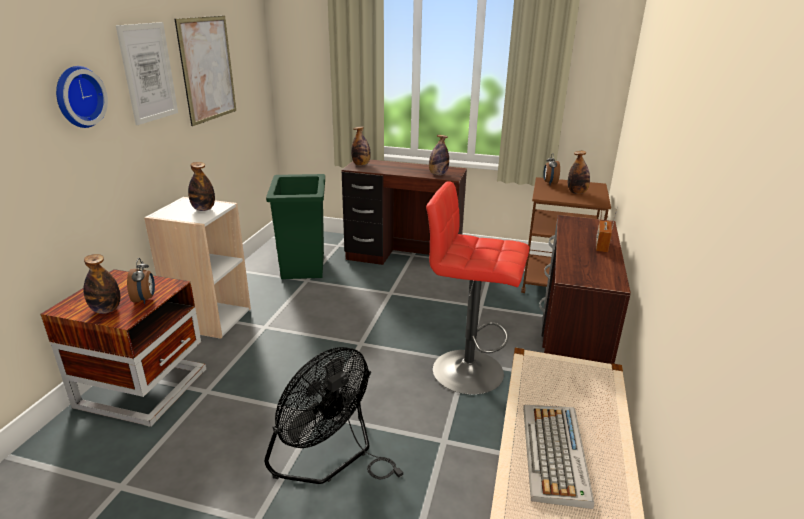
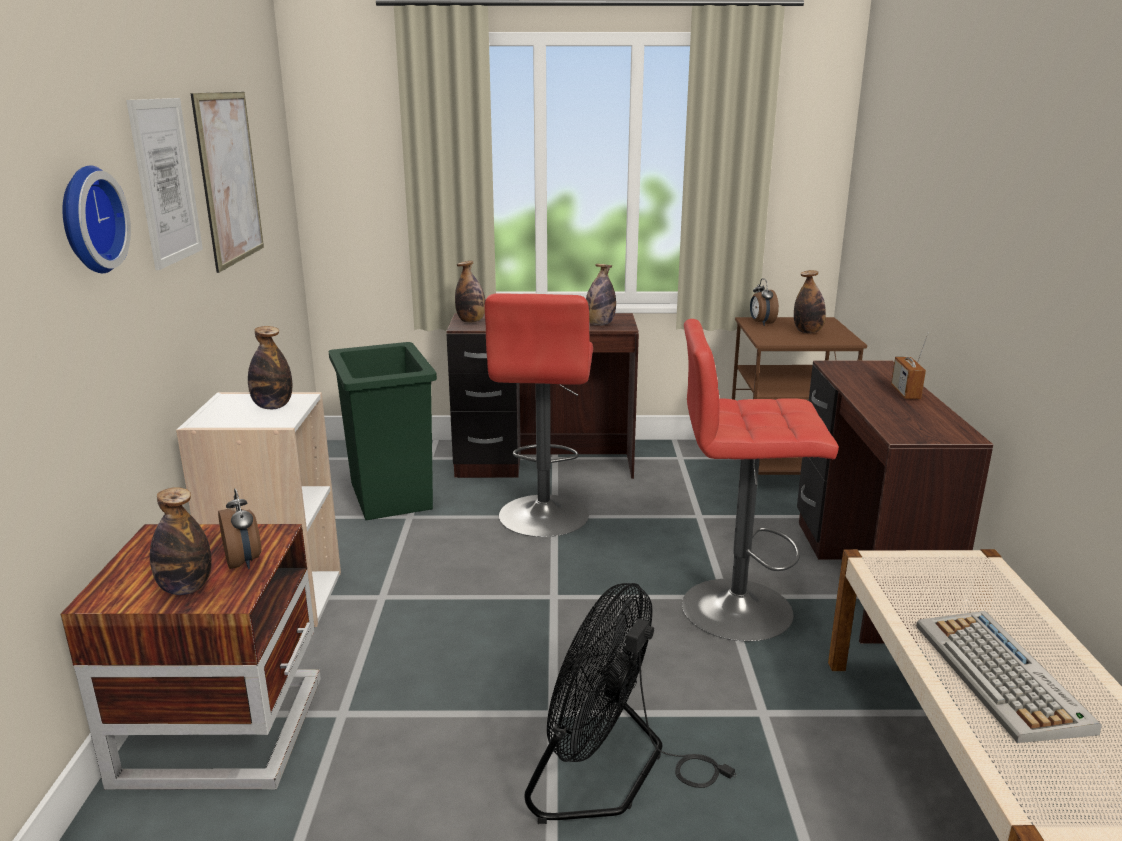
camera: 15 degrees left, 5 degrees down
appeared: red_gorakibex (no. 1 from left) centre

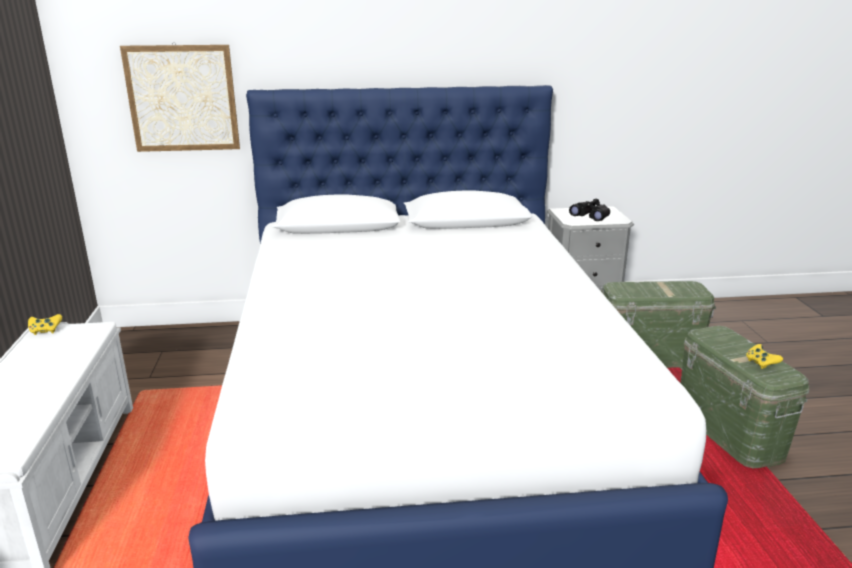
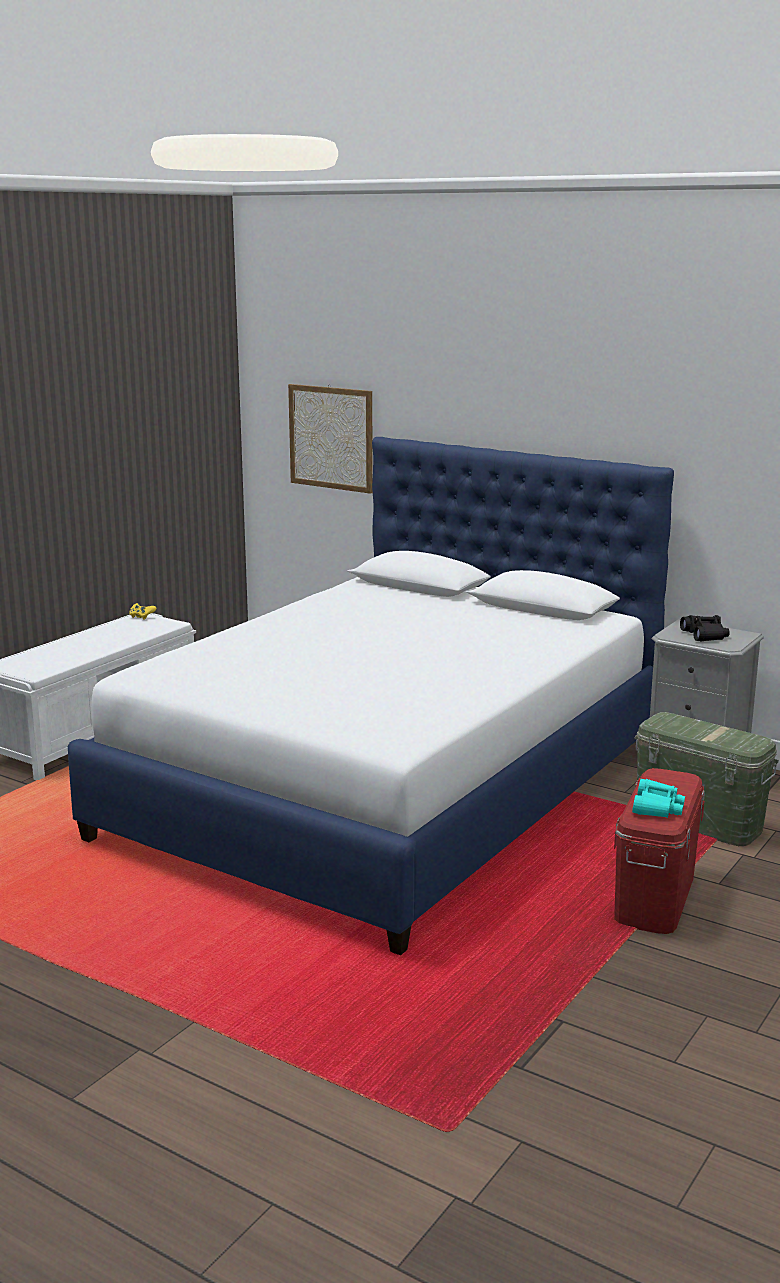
camera: 40 degrees right, 5 degrees down
exchanged: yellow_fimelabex (no. 2 from left) middle right to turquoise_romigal middle right
colour: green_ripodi (no. 2 from left) bottom right to red_ripodi middle right

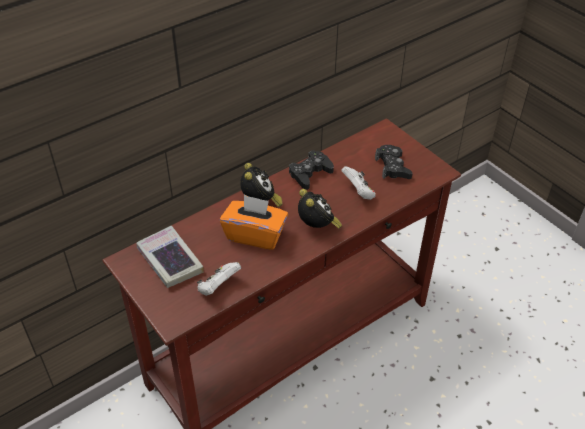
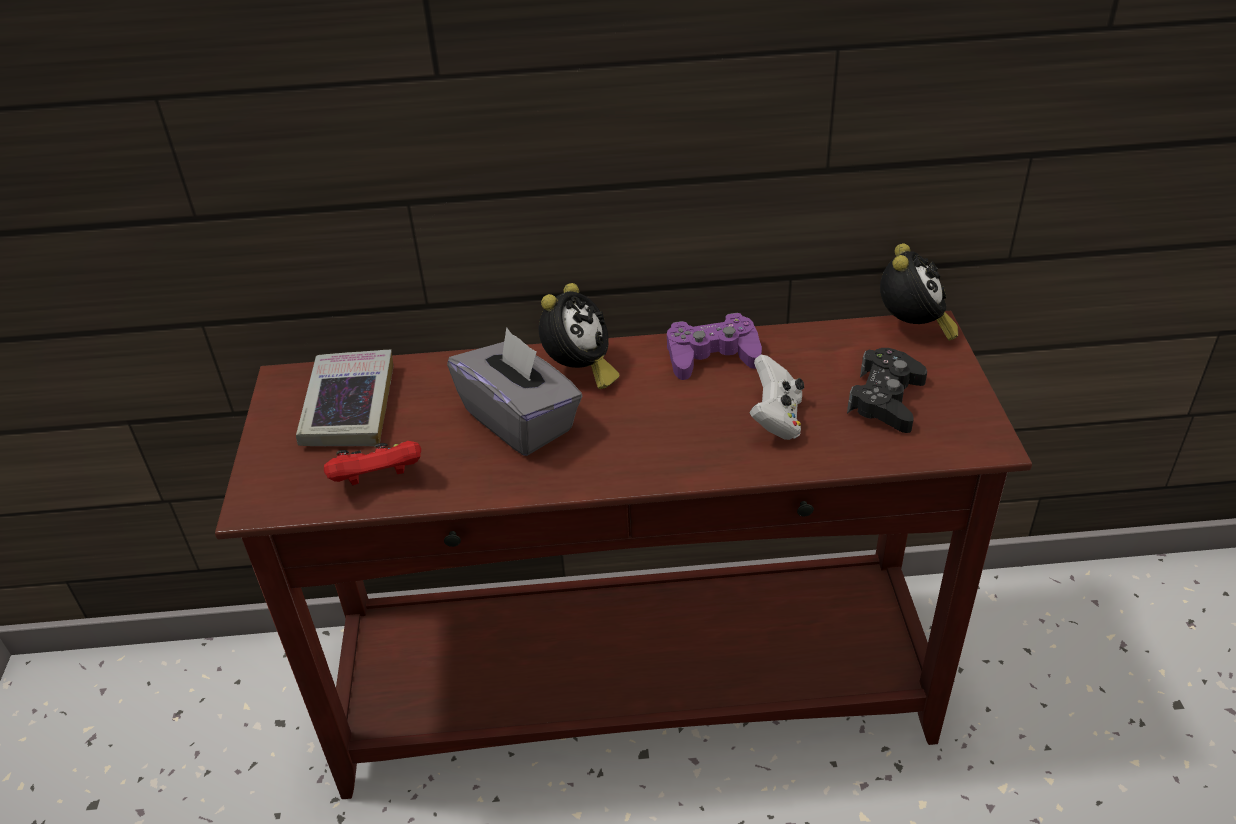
camera: 35 degrees right, 5 degrees down
relocated: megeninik (no. 2 from left) centre to middle right
colour: white_fimelabex (no. 1 from left) centre to red_fimelabex middle left; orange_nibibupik centre to grey_nibibupik centre; black_fimelabex (no. 1 from left) centre to purple_fimelabex centre

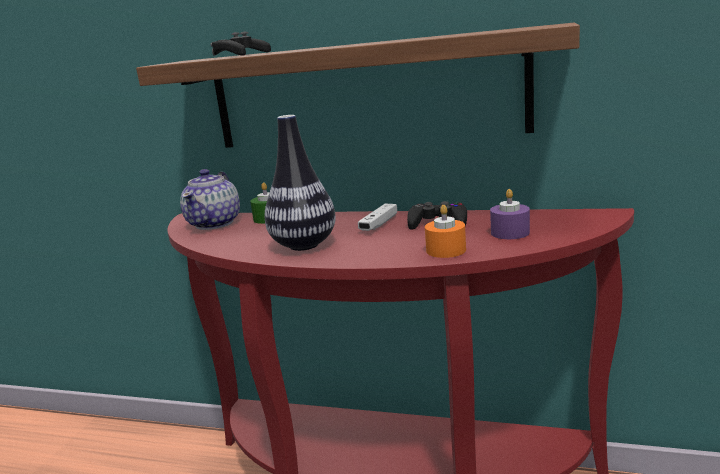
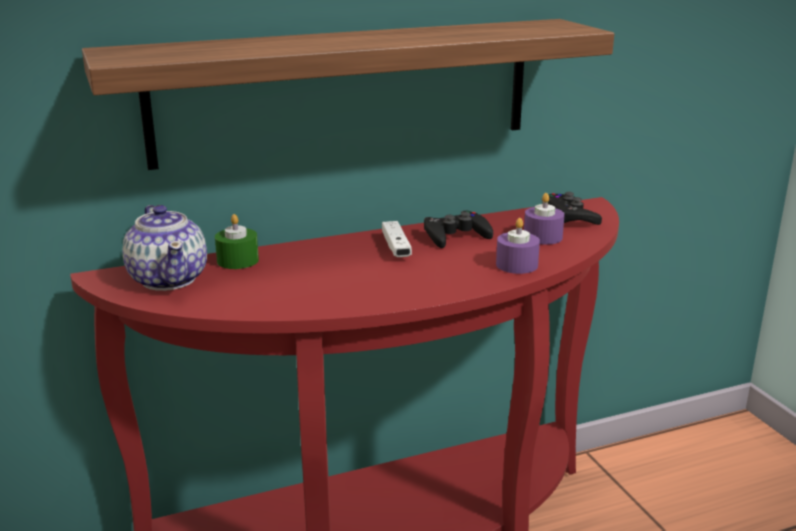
camera: 40 degrees left, 5 degrees up
missing: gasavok centre
relocated: black_fimelabex (no. 1 from left in the first image) top centre to black_fimelabex (no. 2 from left) middle right
colour: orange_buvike centre to purple_buvike (no. 1 from left) centre

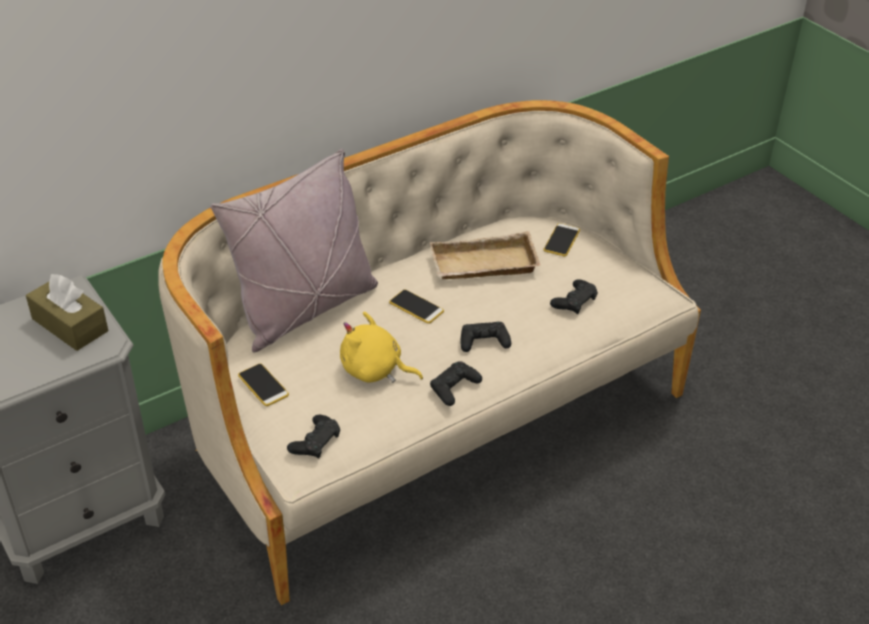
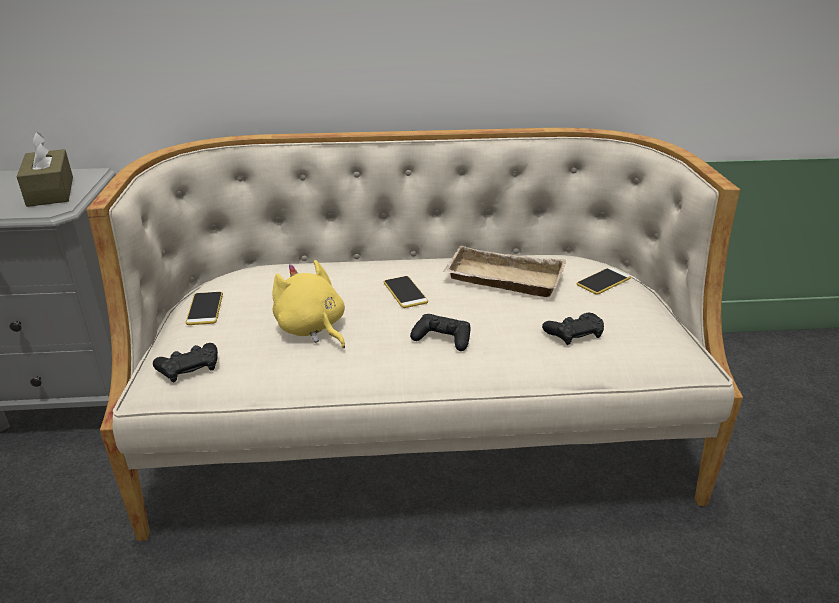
camera: 30 degrees right, 10 degrees down
missing: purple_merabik centre; black_fimelabex (no. 2 from left) centre

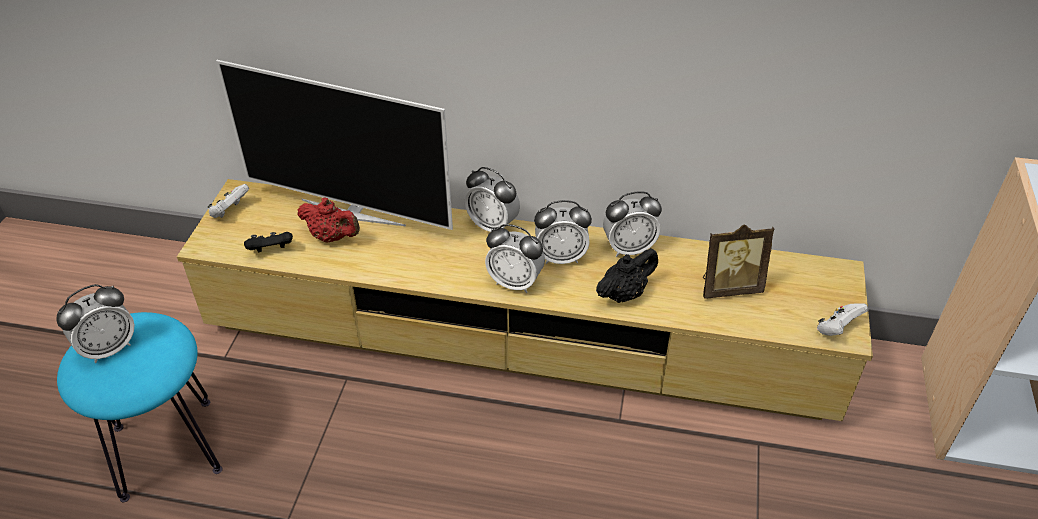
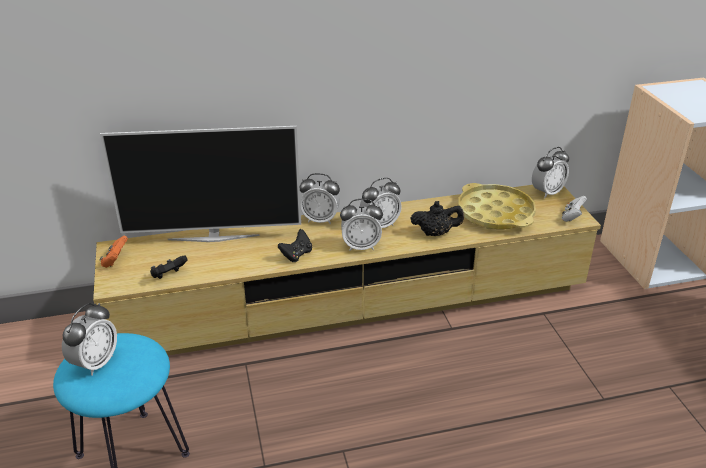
camera: 25 degrees left, 10 degrees down
missing: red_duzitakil middle left
appeared: black_fimelabex (no. 2 from left) centre
relocated: megeninik (no. 5 from left) centre to middle right
exchanged: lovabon middle right to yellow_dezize middle right
colour: white_fimelabex (no. 1 from left) middle left to orange_fimelabex middle left
spun: black_duzitakil centre = centre 60 degrees clockwise

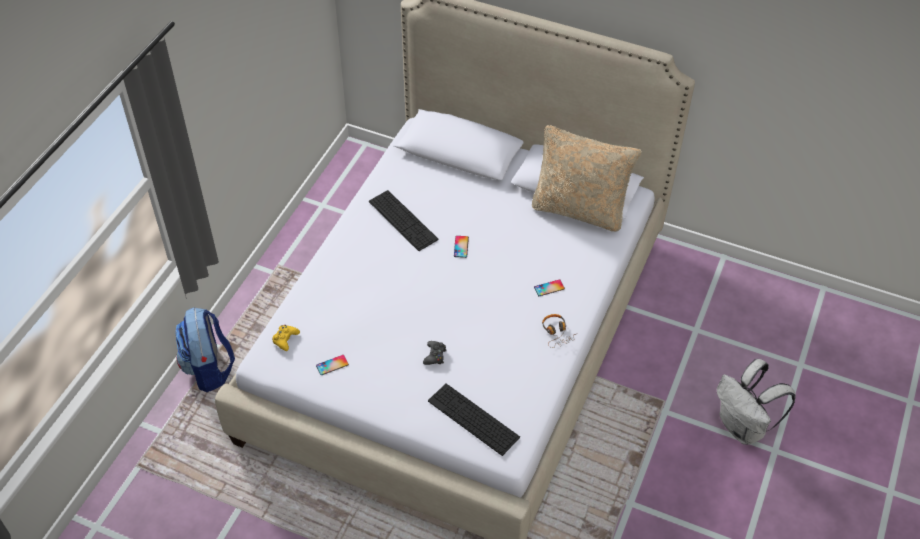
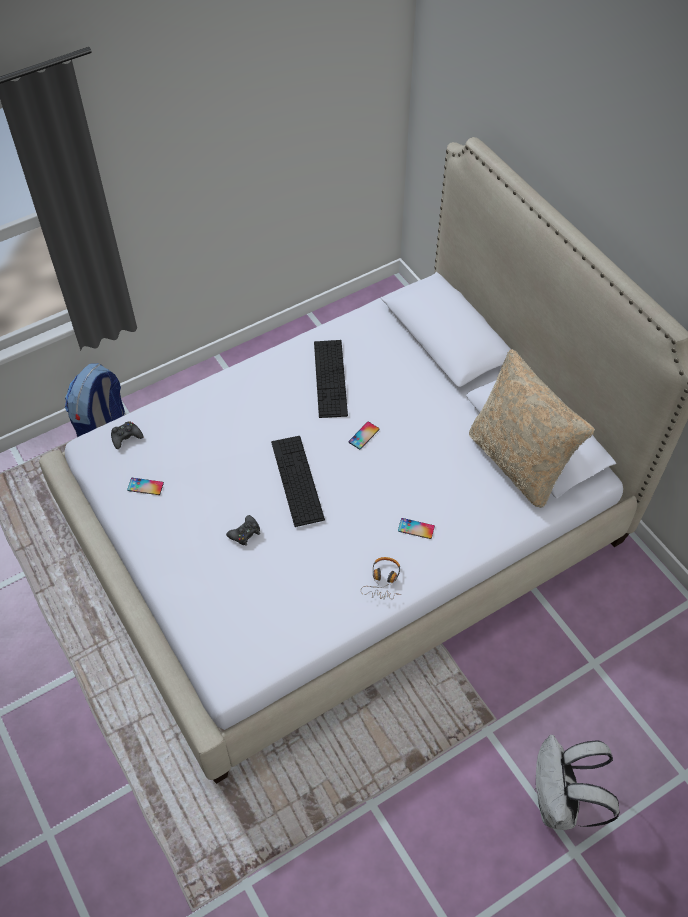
camera: 35 degrees right, 5 degrees up
relocated: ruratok (no. 2 from left in the first image) bottom centre to ruratok (no. 1 from left) centre
colour: yellow_fimelabex middle left to black_fimelabex (no. 1 from left) middle left

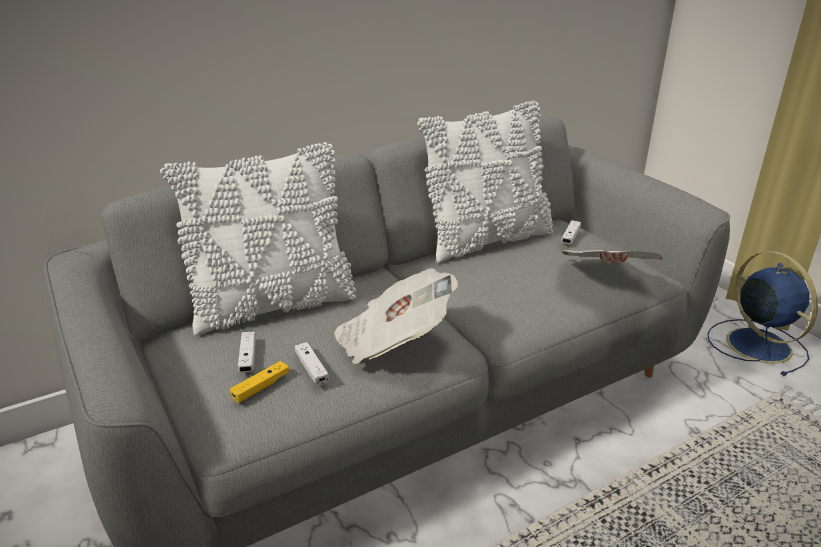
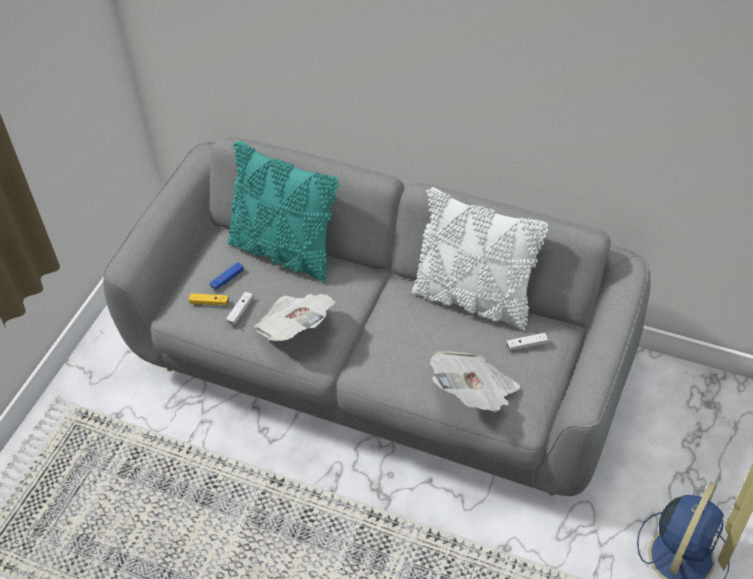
camera: 55 degrees right, 20 degrees up
colour: white_merabik (no. 1 from left) middle left to turquoise_merabik centre; white_fimelabex (no. 1 from left) middle left to blue_fimelabex middle left

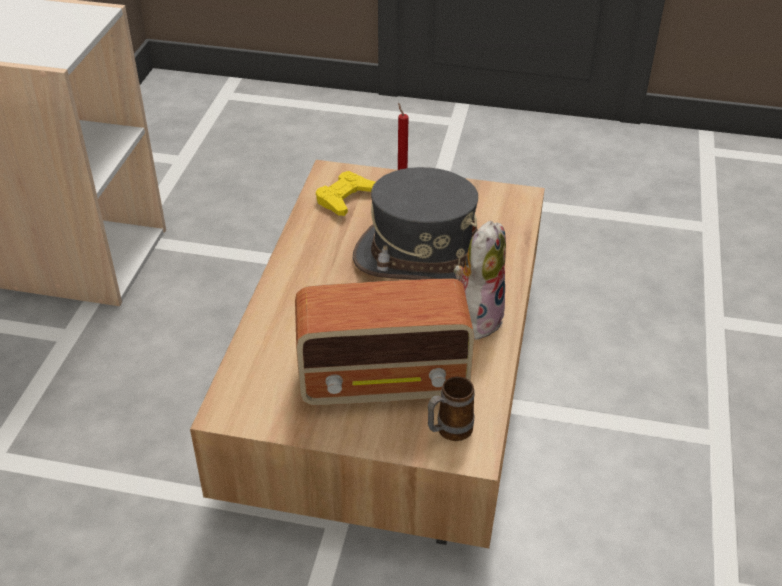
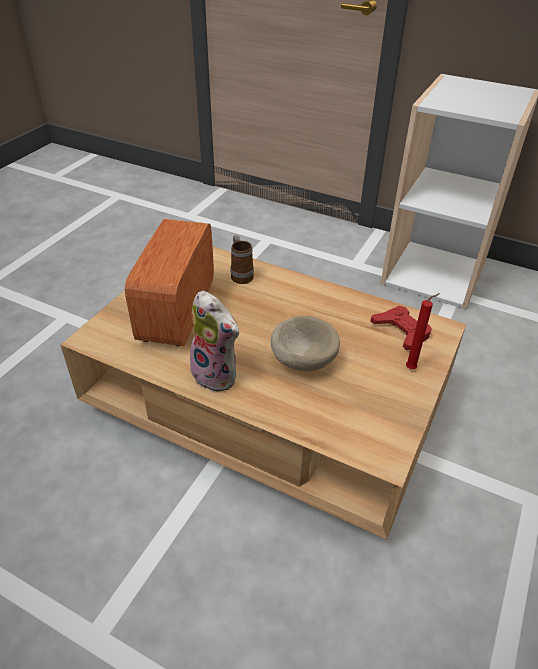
camera: 105 degrees right, 0 degrees up
relocated: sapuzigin bottom centre to centre
exchanged: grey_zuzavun centre to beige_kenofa centre
colour: yellow_fimelabex top centre to red_fimelabex middle right

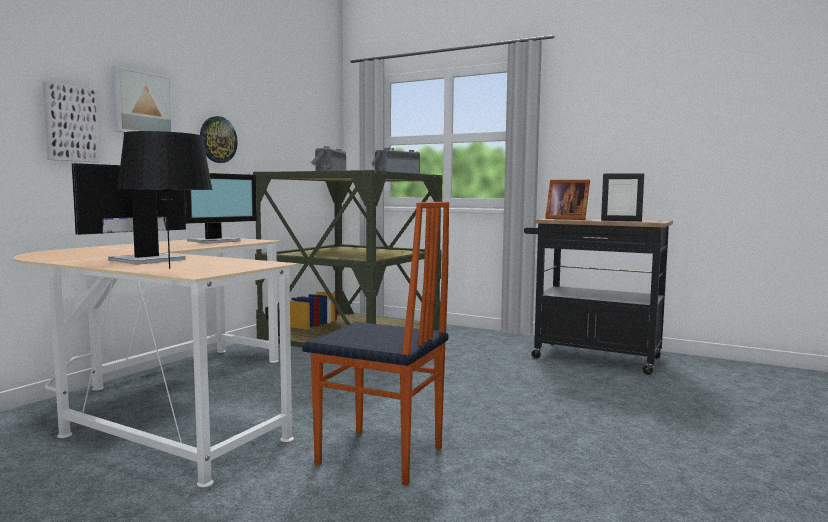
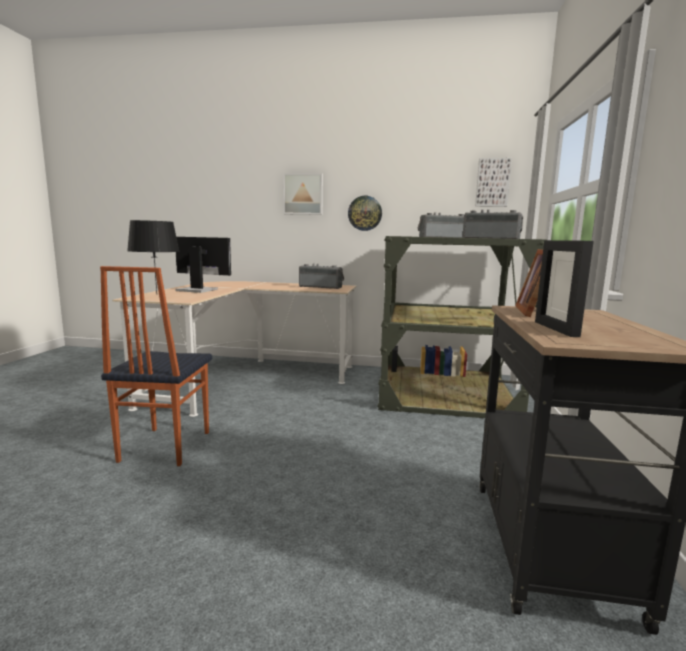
camera: 70 degrees right, 5 degrees up
relocated: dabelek (no. 1 from left in the first image) top left to dabelek (no. 2 from left) top right
exchanged: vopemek (no. 2 from left) middle left to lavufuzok (no. 1 from left) centre

